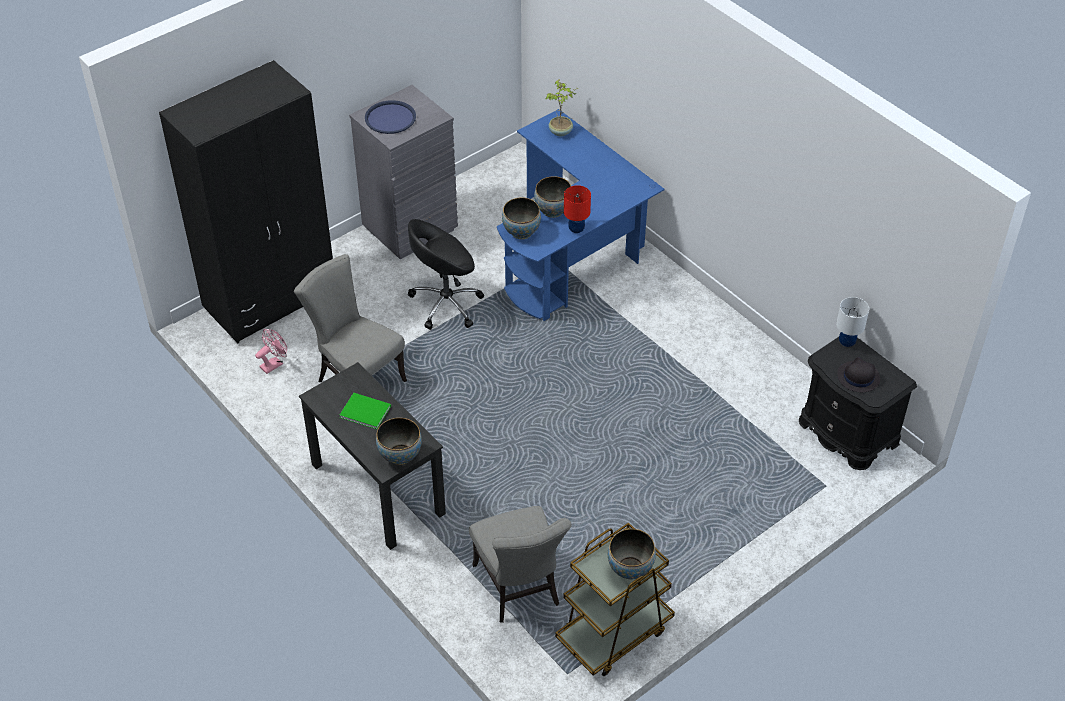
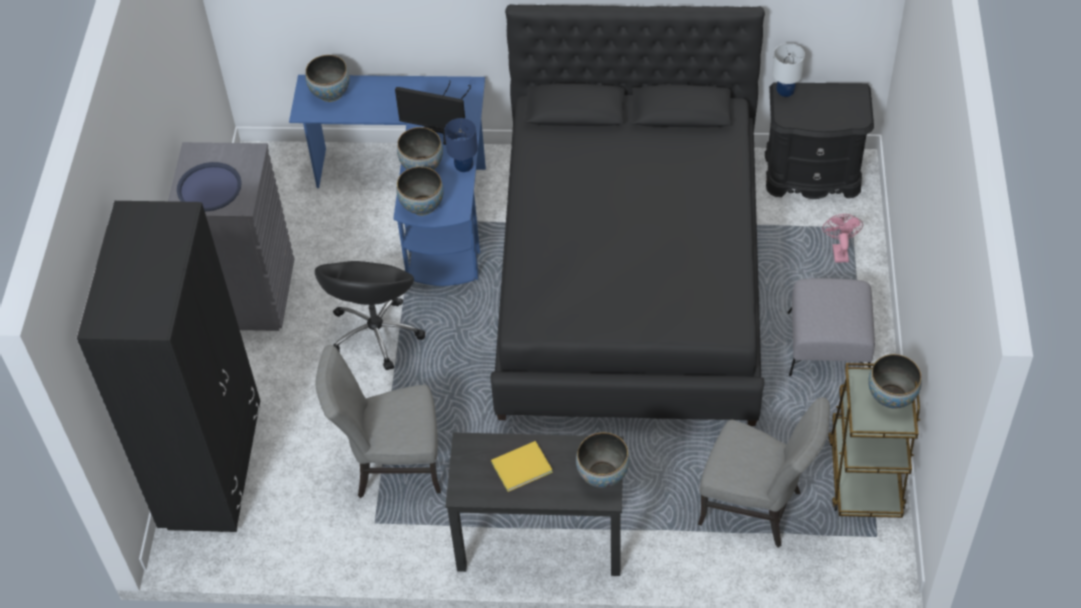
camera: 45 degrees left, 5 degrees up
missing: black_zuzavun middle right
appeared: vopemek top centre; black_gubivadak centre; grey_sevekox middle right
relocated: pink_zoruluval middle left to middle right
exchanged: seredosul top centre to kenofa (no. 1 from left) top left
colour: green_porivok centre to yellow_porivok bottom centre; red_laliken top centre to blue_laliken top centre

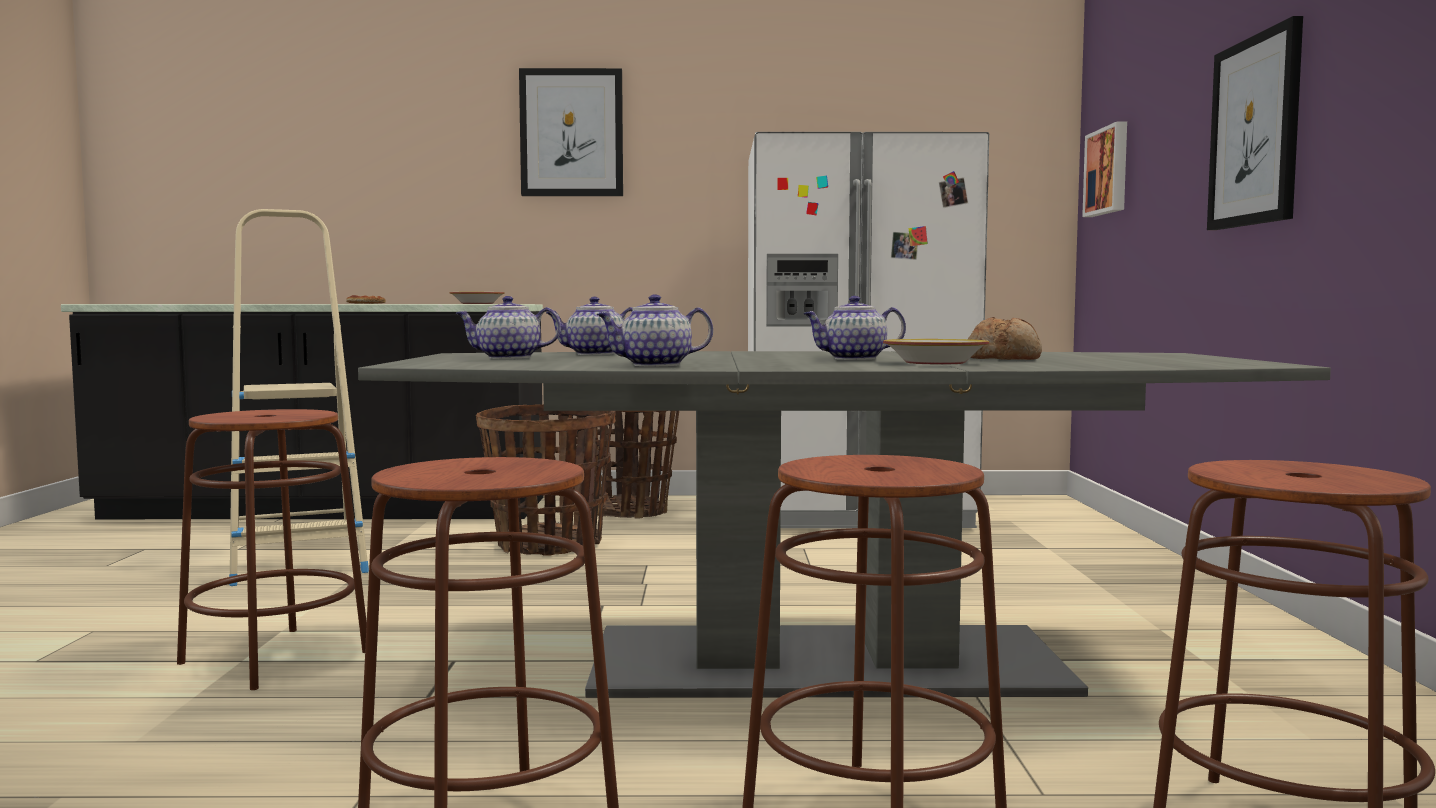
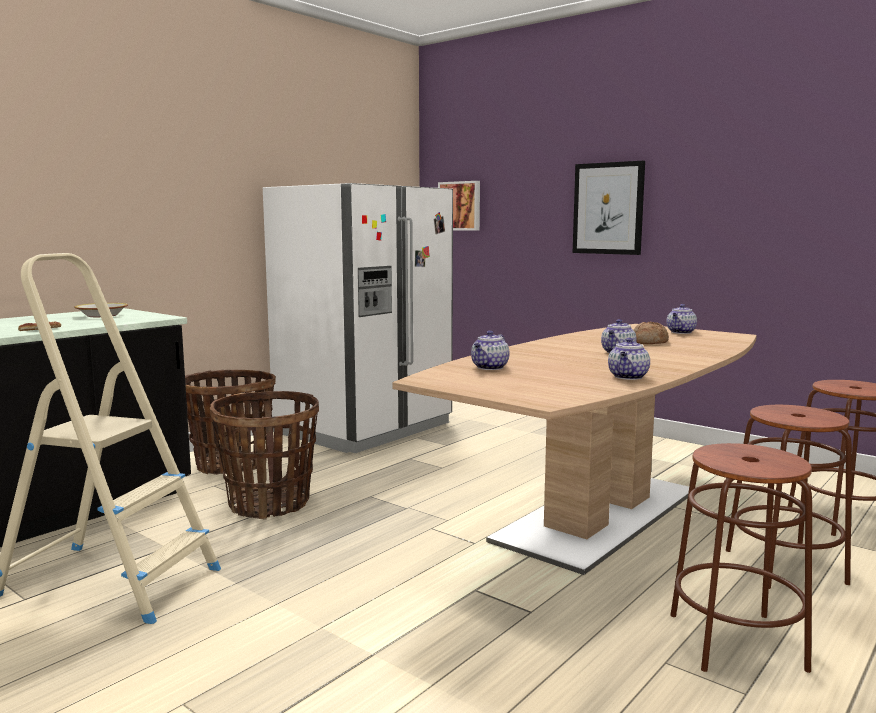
camera: 50 degrees left, 5 degrees up
missing: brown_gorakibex (no. 1 from left) bottom left; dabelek (no. 1 from left) top centre; kenofa (no. 2 from left) centre
relocated: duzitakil (no. 1 from left in the first image) centre to duzitakil (no. 4 from left) middle right
colour: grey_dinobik centre to brown_dinobik centre

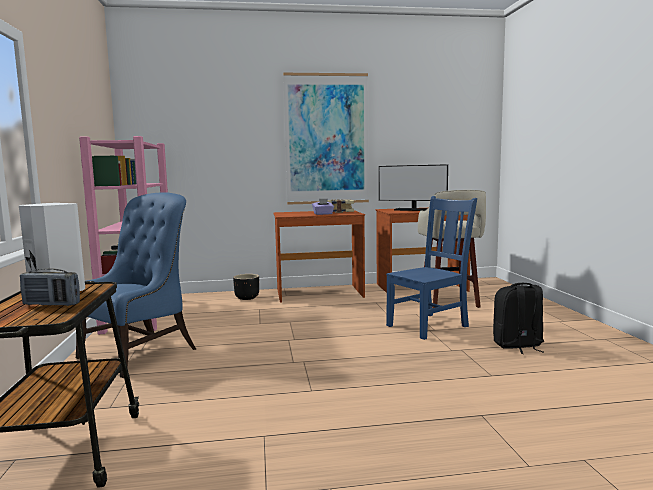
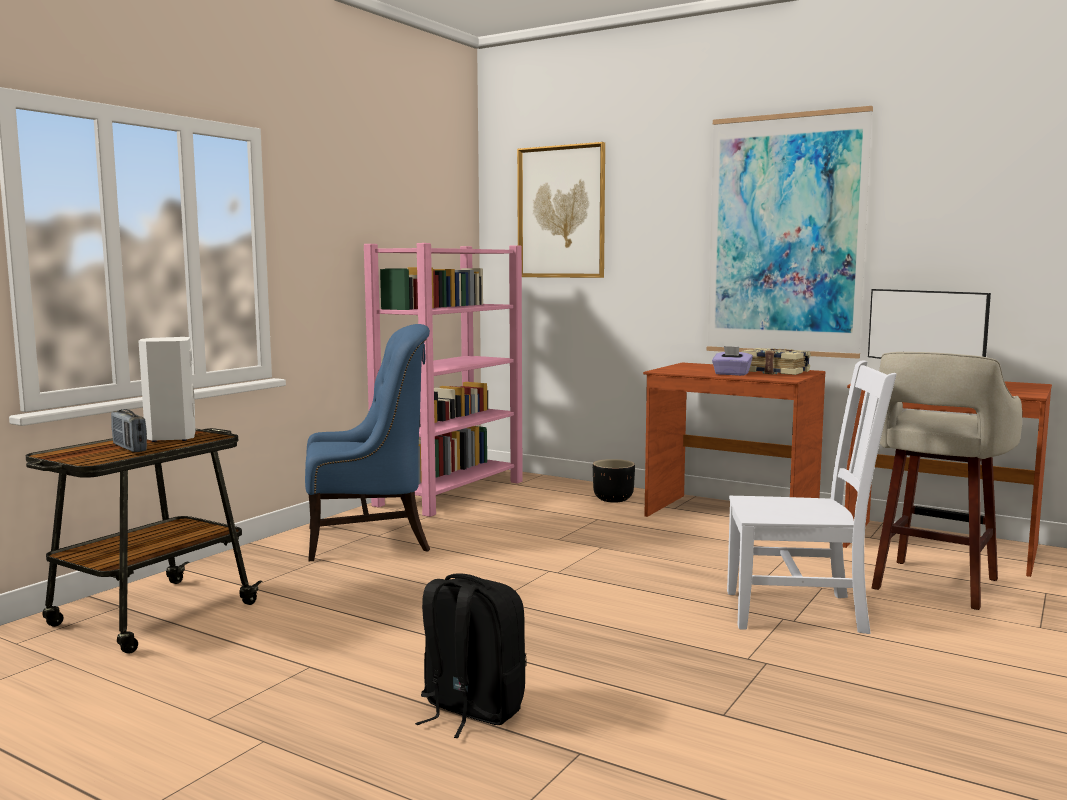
camera: 40 degrees right, 0 degrees up
appeared: dabelek (no. 1 from left) top centre
relocated: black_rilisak middle right to bottom centre
colour: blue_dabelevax (no. 2 from left) centre to white_dabelevax middle right

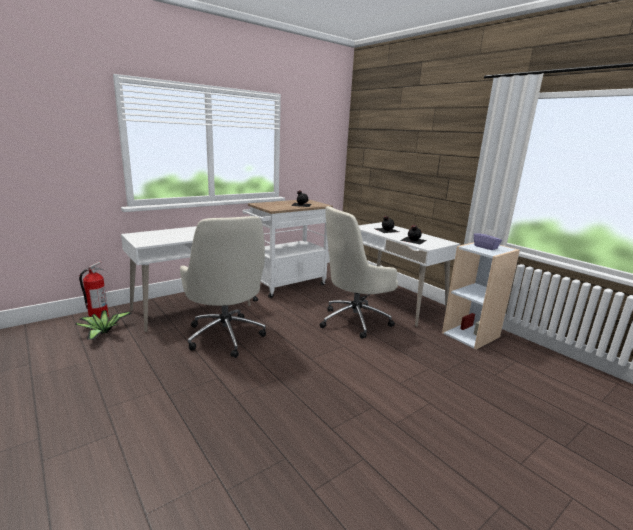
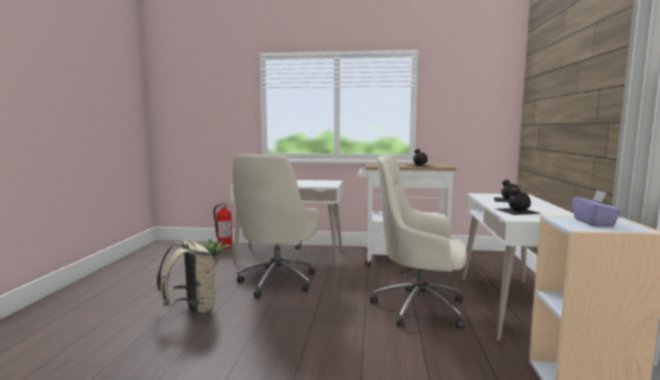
camera: 45 degrees right, 10 degrees down
appeared: beige_rilisak bottom left

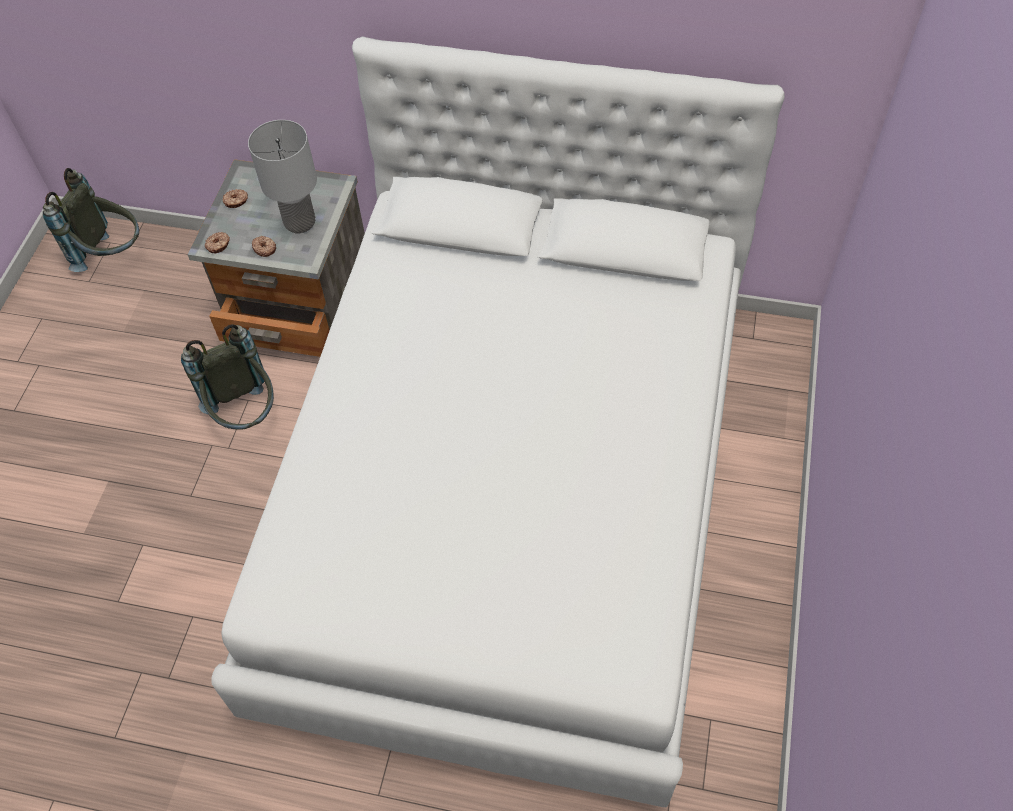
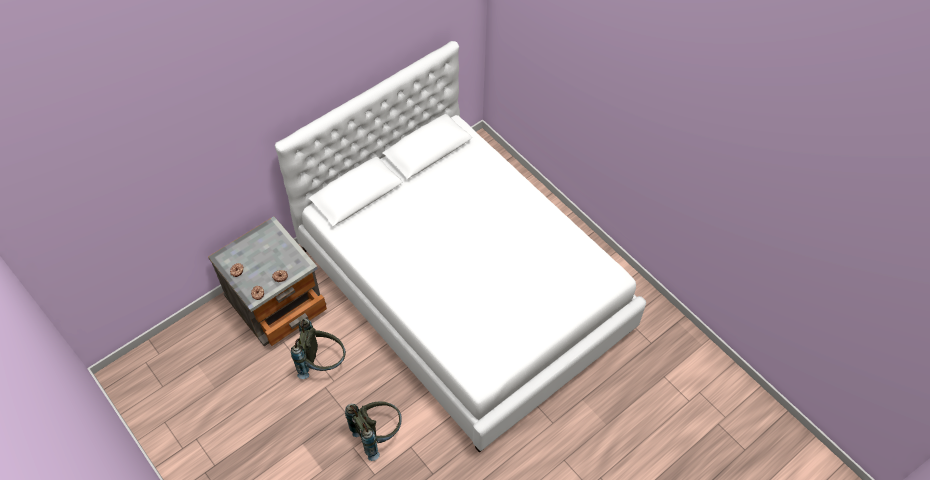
camera: 55 degrees left, 0 degrees up
missing: grey_laliken top left
relocated: grey_rilisak (no. 1 from left in the first image) top left to grey_rilisak (no. 2 from left) bottom centre

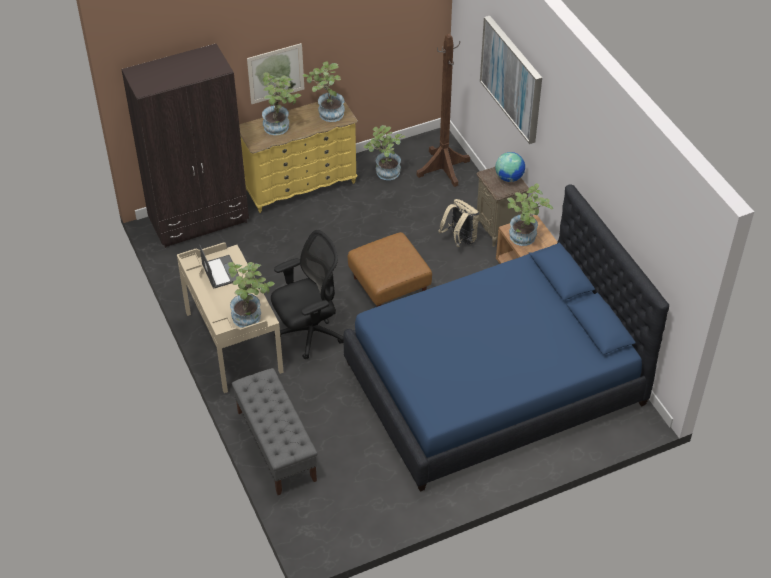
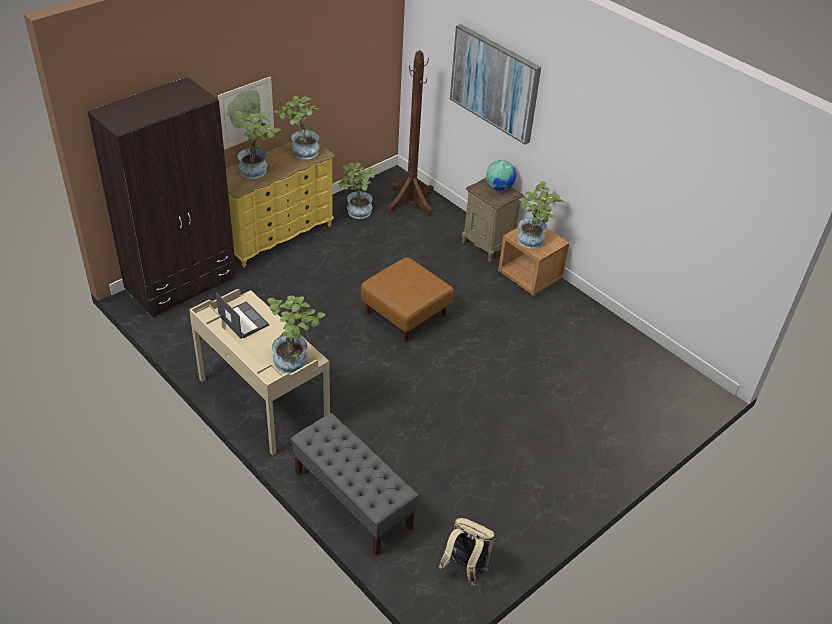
camera: 20 degrees left, 5 degrees down
missing: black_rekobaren centre; blue_gubivadak centre
relocated: beige_rilisak centre to bottom centre

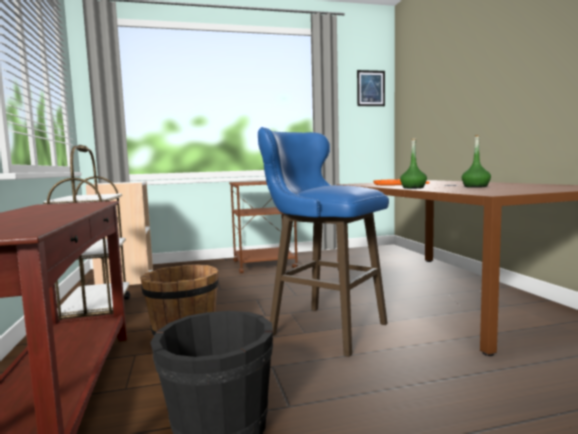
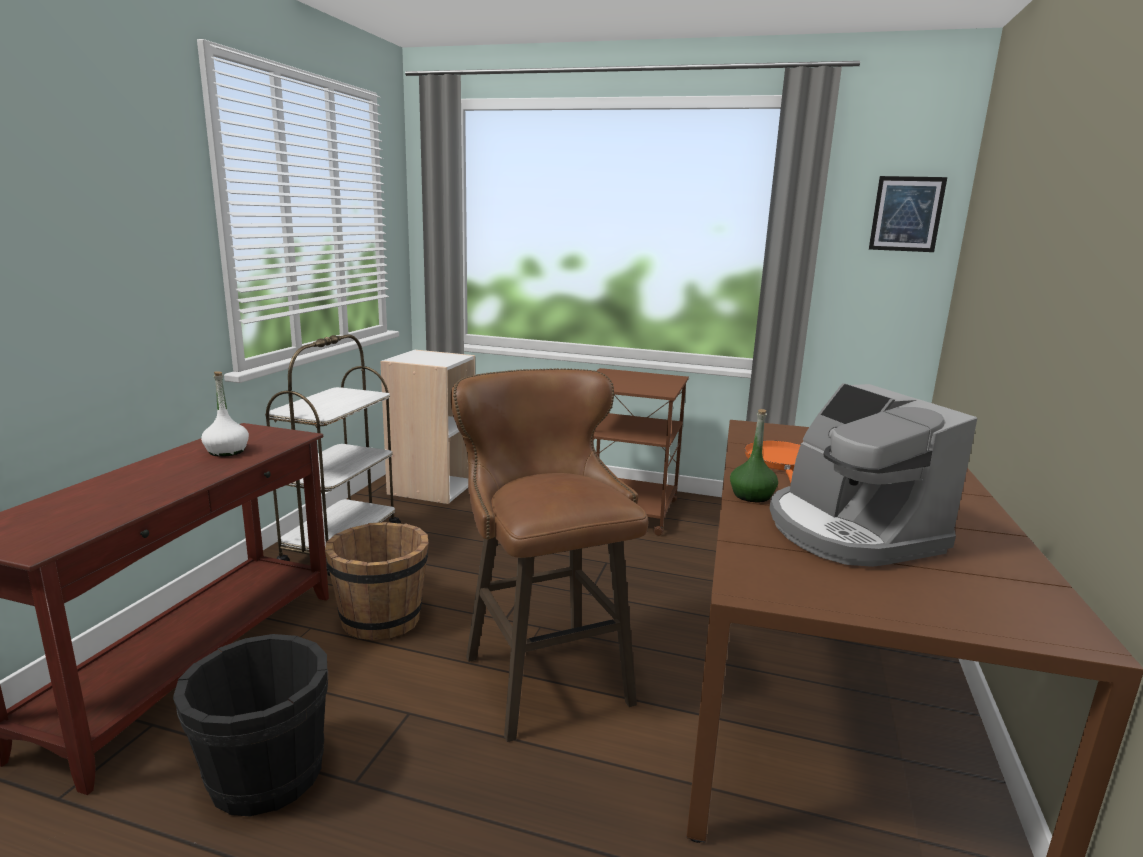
camera: 30 degrees right, 10 degrees up
appeared: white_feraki middle left
exchanged: green_feraki (no. 2 from left) middle right to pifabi middle right
colour: blue_gorakibex centre to brown_gorakibex centre

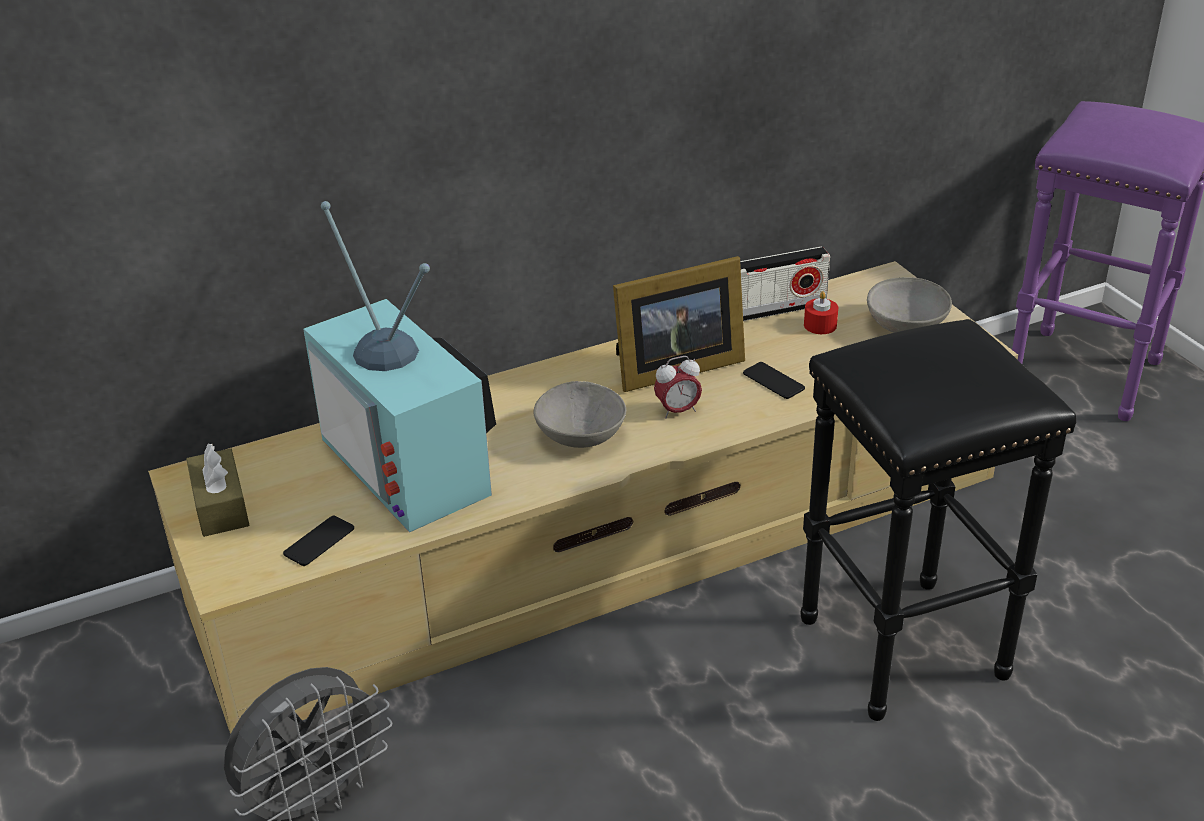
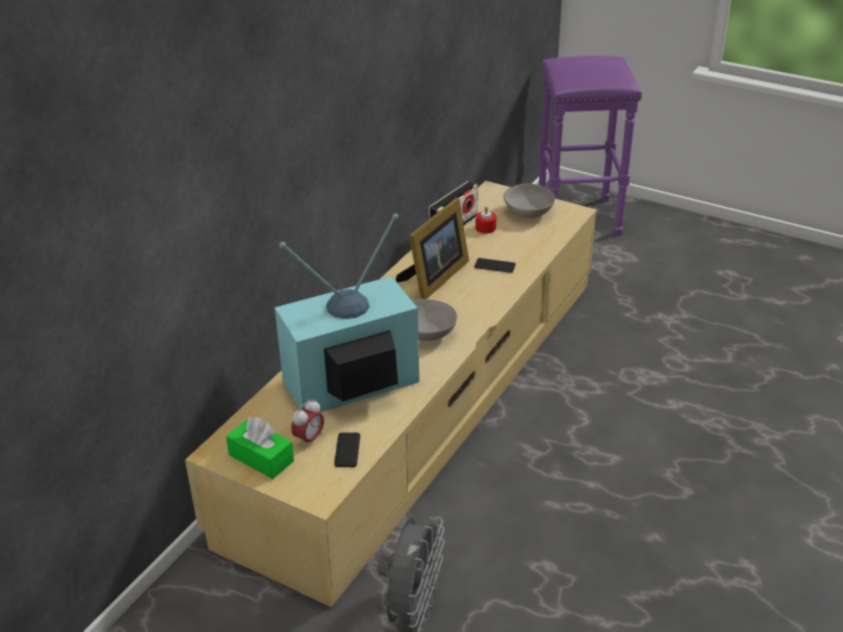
camera: 35 degrees left, 0 degrees up
missing: black_gorakibex middle right
relocated: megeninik centre to bottom centre
colour: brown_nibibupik middle left to green_nibibupik bottom left
spun: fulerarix middle left = centre 135 degrees clockwise

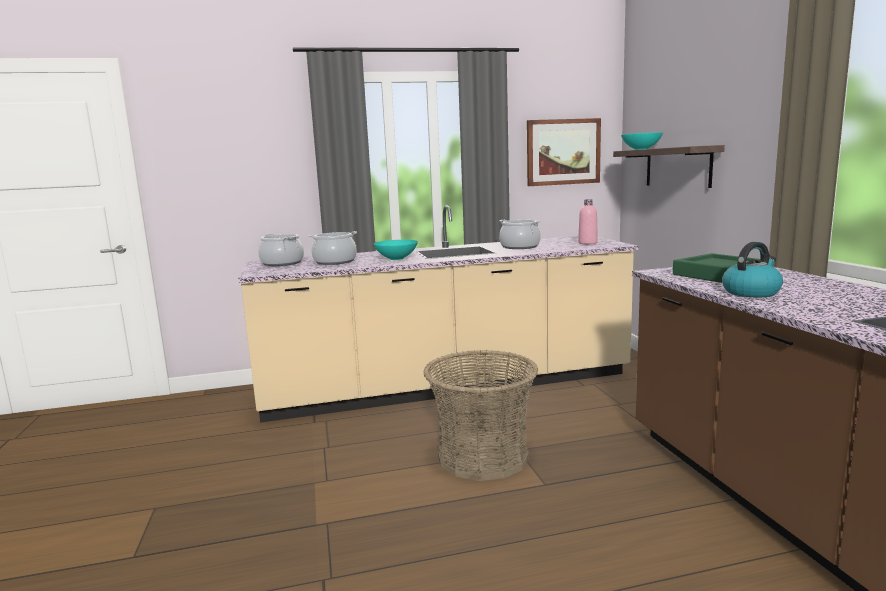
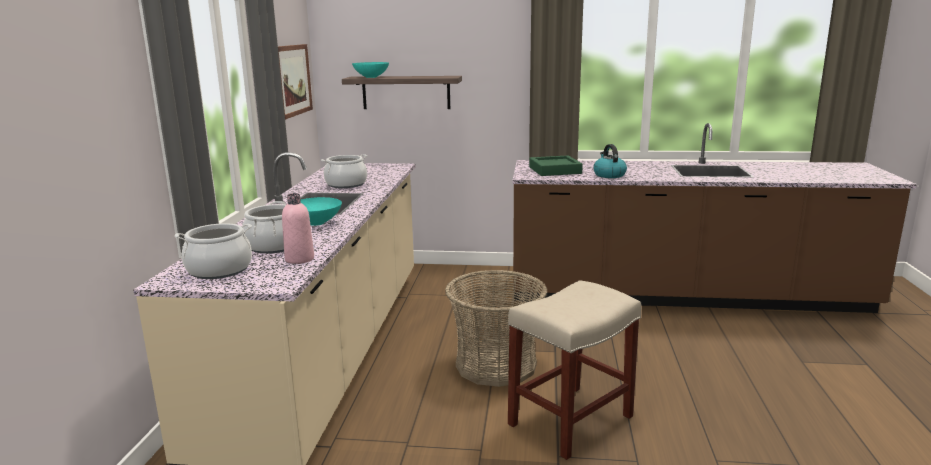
camera: 70 degrees left, 5 degrees up
appeared: beige_gorakibex bottom centre
relocated: pink_feraki centre to middle left

